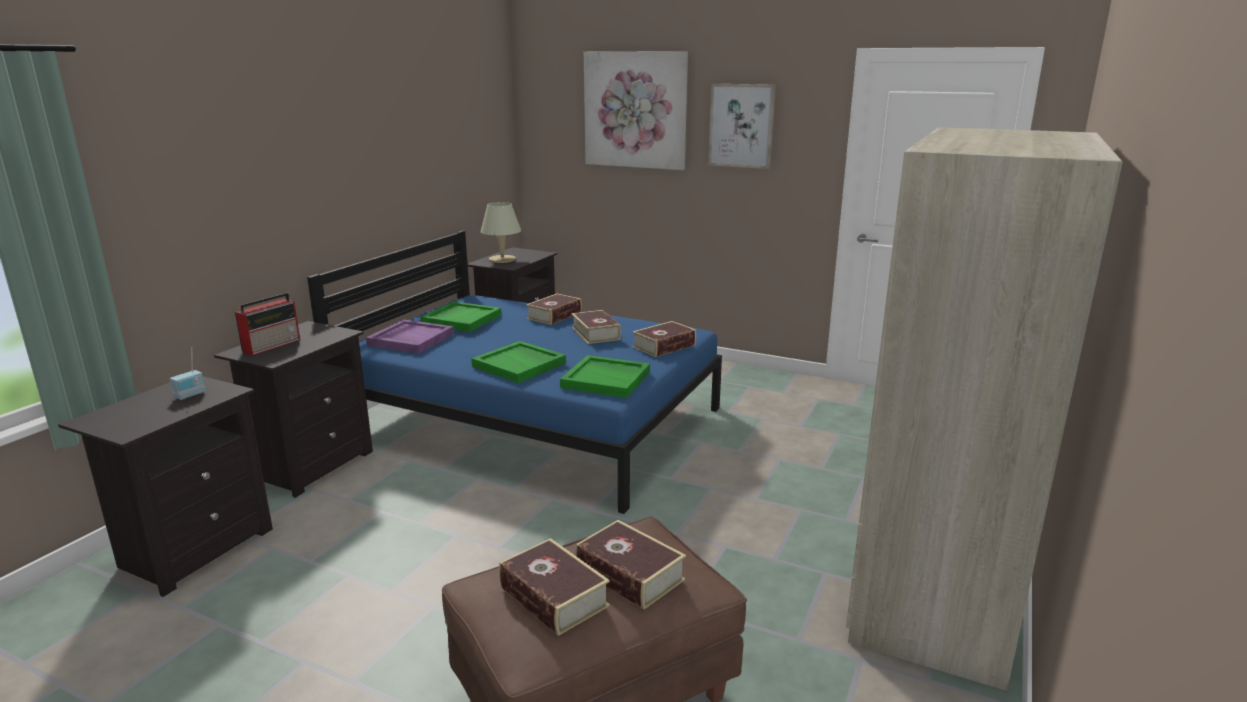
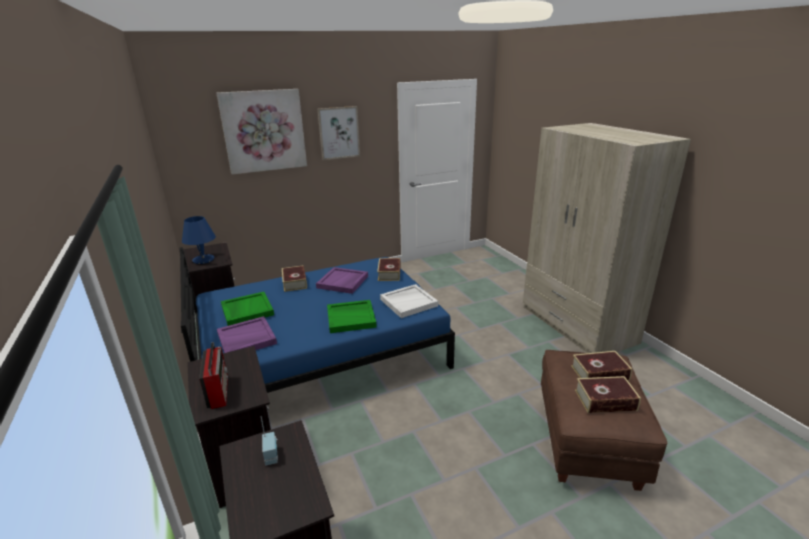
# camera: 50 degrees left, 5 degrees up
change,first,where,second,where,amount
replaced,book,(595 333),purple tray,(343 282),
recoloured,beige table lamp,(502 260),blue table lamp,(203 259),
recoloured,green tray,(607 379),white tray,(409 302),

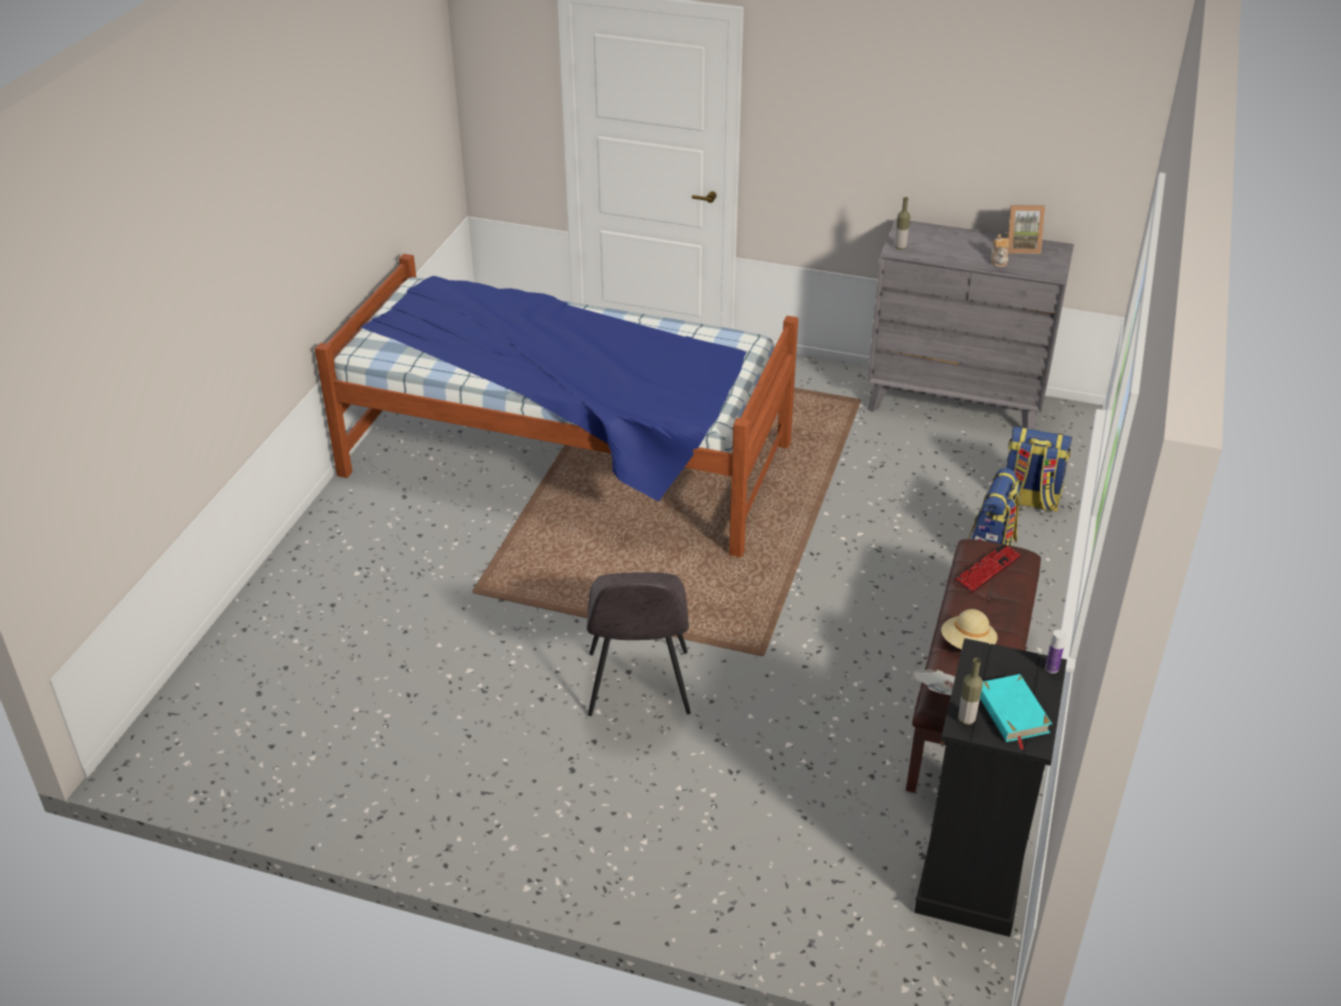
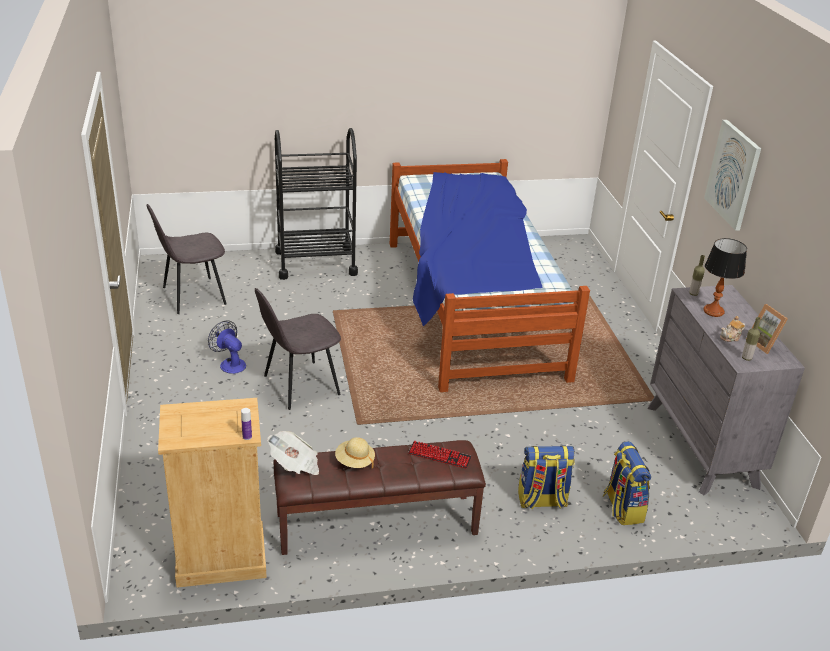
# camera: 60 degrees right, 5 degrees down
change,first,where,second,where,amount
removed,turquoise book,(1011 712),,,
added,,,grey chair,(192 296),
added,,,fan,(230 363),
added,,,black cart,(316 263),
added,,,table lamp,(713 311),
added,,,picture,(733 174),
moved,bottle,(966 719),,(746 358),
recoloured,black dresser,(971 875),beige dresser,(220 558),

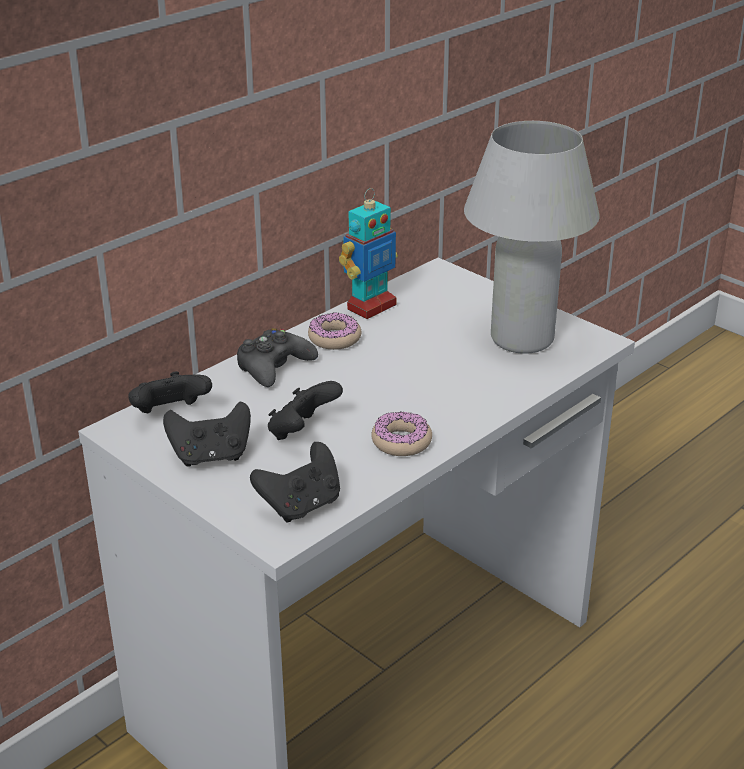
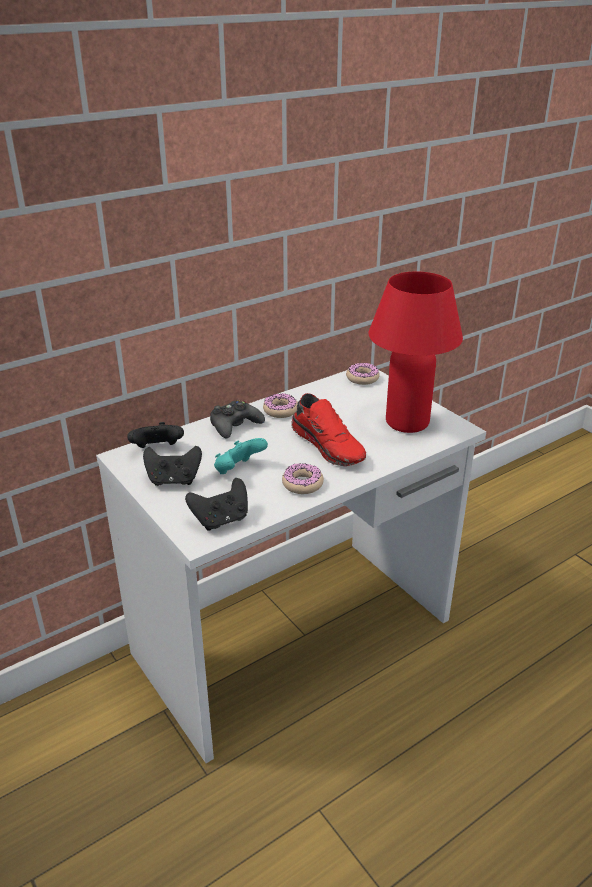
# camera: 10 degrees right, 0 degrees up
change,first,where,second,where,amount
removed,toy robot,(370 307),,,
added,,,red shoe,(329 445),
added,,,donut,(362 378),
recoloured,black game controller,(302 432),turquoise game controller,(238 470),
recoloured,white table lamp,(522 339),red table lamp,(407 422),

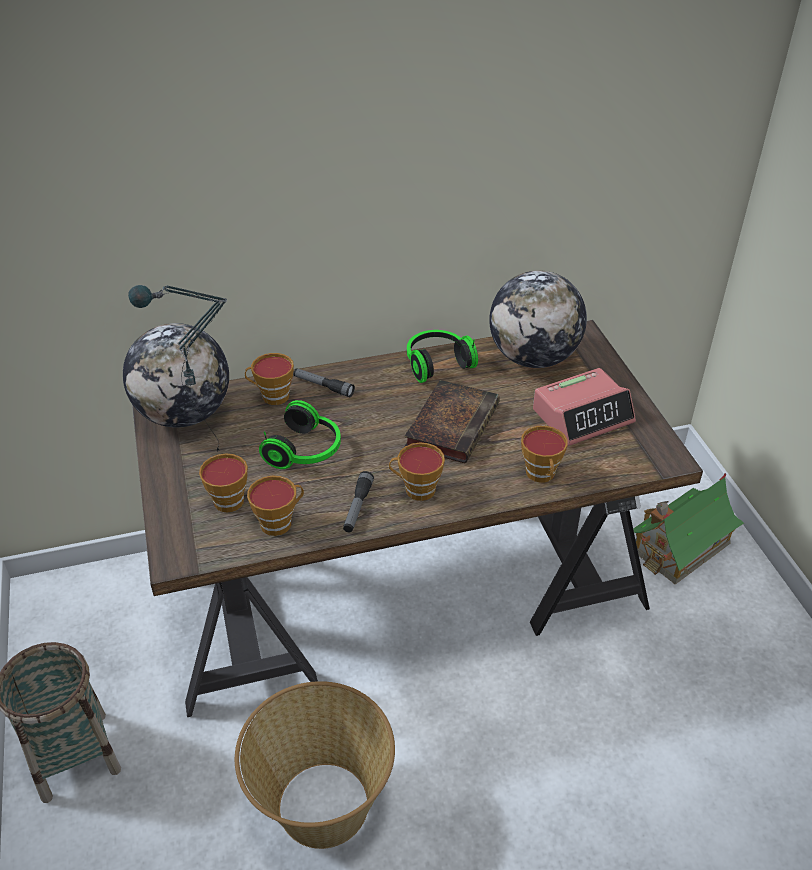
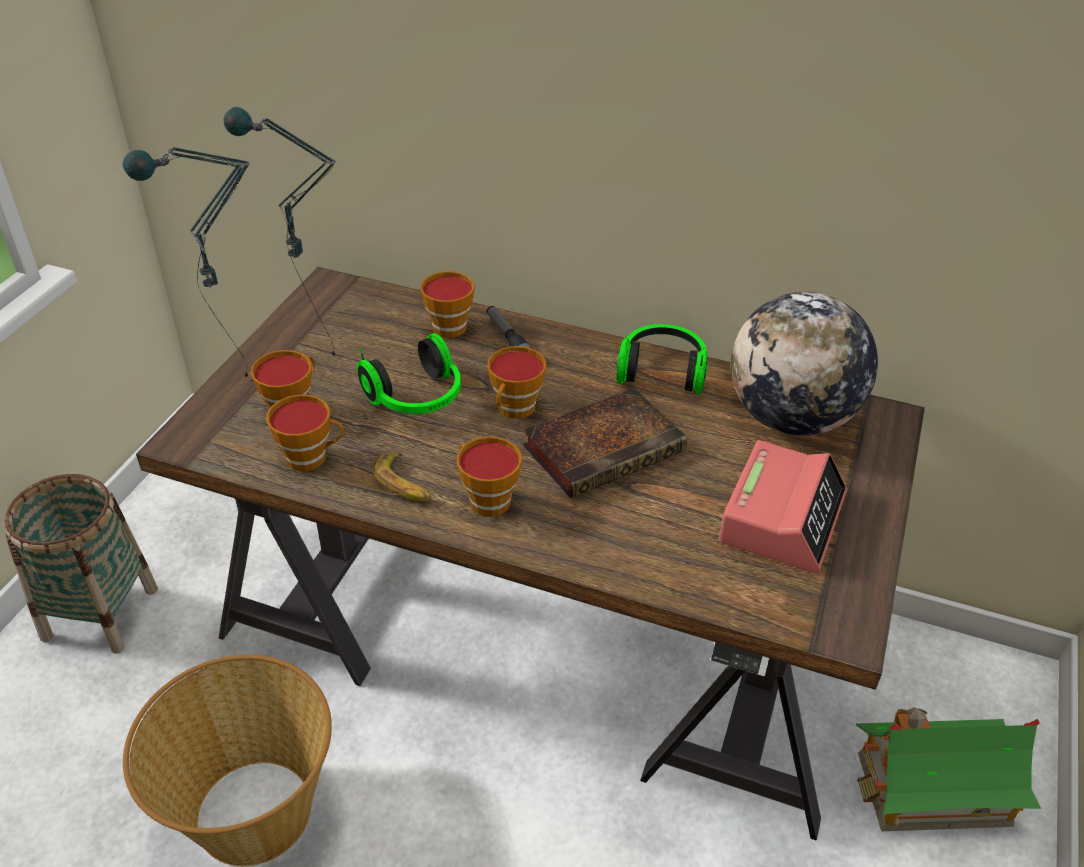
# camera: 35 degrees right, 0 degrees up
change,first,where,second,where,amount
removed,globe,(184 415),,,
added,,,table lamp,(238 390),
moved,cup,(542 475),,(515 409),
replaced,flashlight,(357 507),banana,(404 484),
turned,alarm clock,(583 416),,(782 517),75 degrees counterclockwise

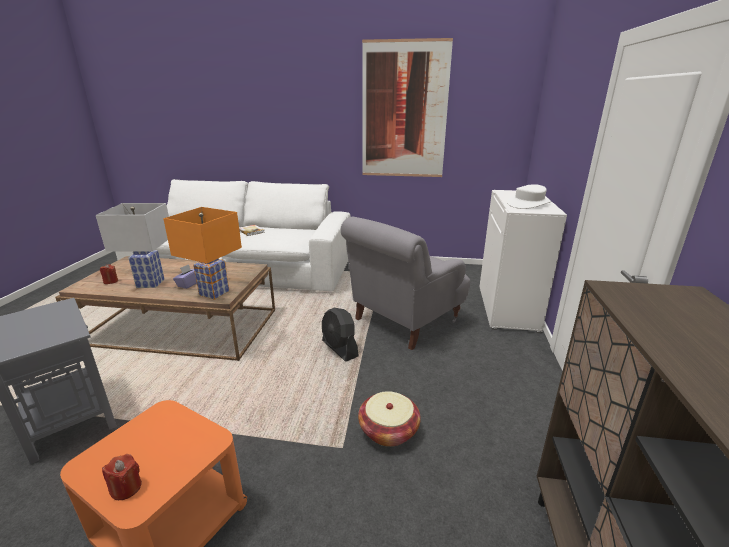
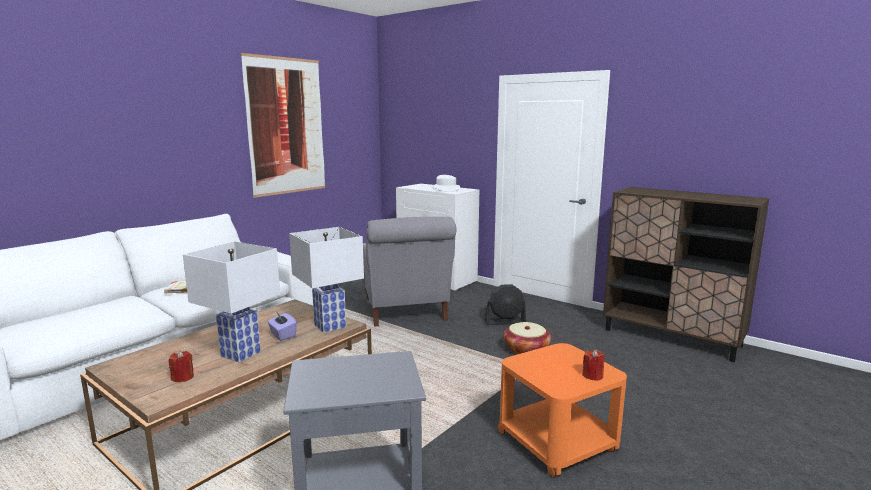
# camera: 60 degrees left, 10 degrees down
change,first,where,second,where,amount
moved,black fan,(339 349),,(505 322),
recoloured,orange table lamp,(214 293),white table lamp,(329 326),

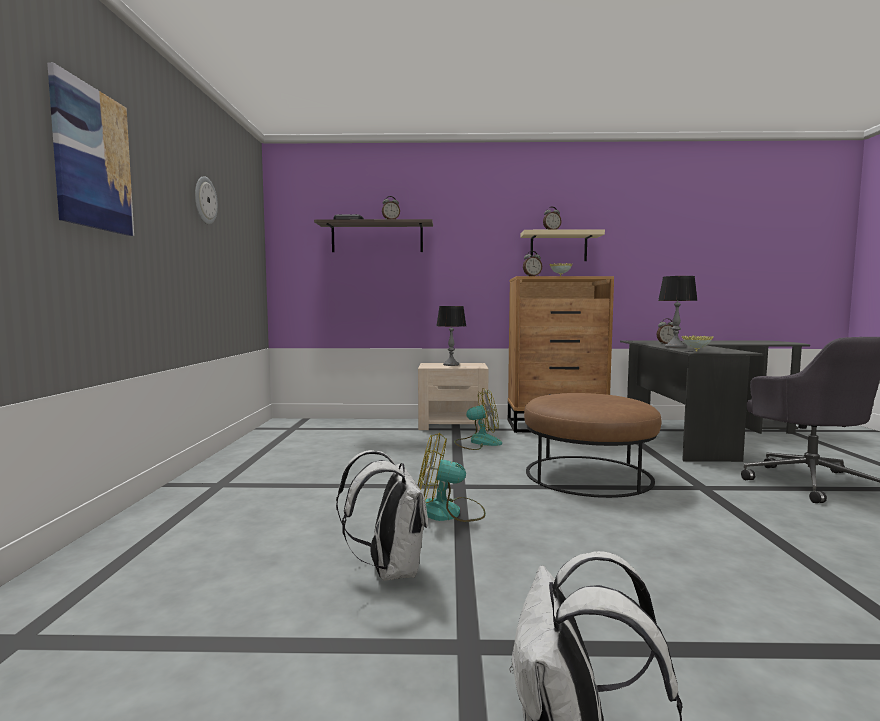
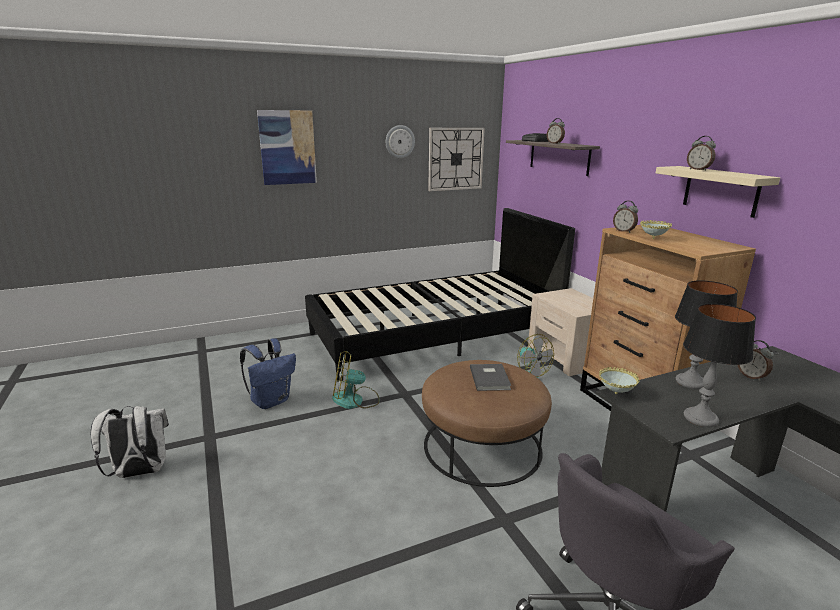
# camera: 65 degrees right, 15 degrees up
change,first,where,second,where,amount
added,,,black bed,(434 336),
added,,,wall clock,(455 159),
added,,,grey book,(490 378),
moved,table lamp,(451 365),,(701 418),
recoloured,white backpack,(389 570),blue backpack,(271 401),
turned,fan,(449 512),,(355 400),75 degrees counterclockwise

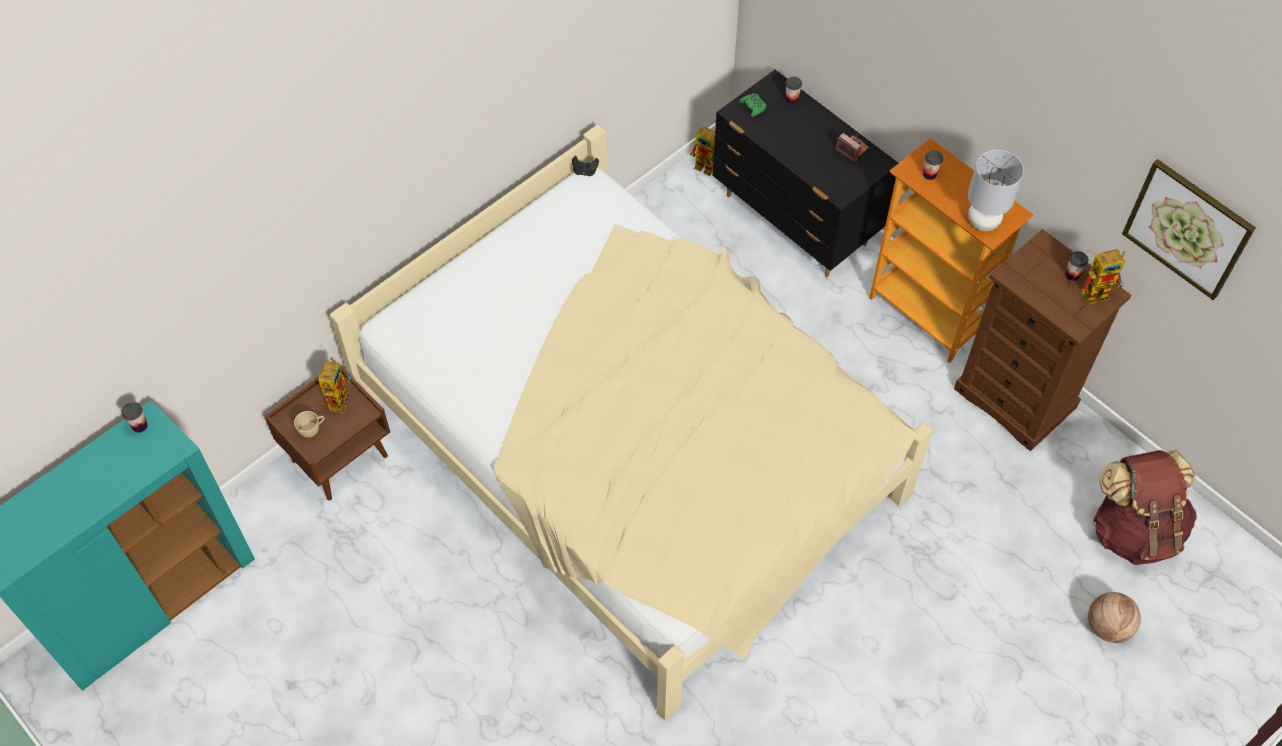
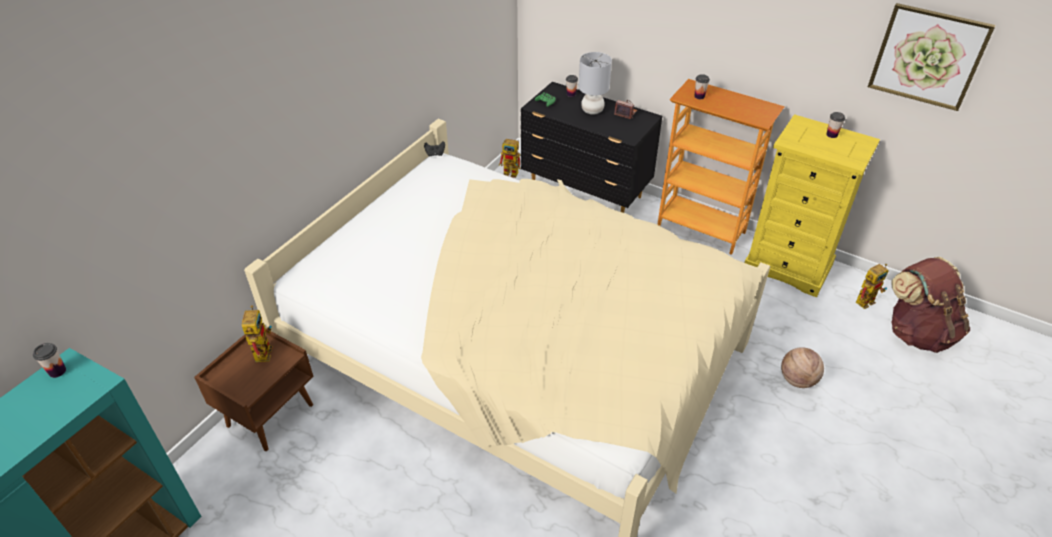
# camera: 15 degrees left, 15 degrees down
change,first,where,second,where,amount
removed,beige cup,(312 430),,,
moved,grey table lamp,(982 221),,(592 111),
moved,toy robot,(1099 292),,(866 299),
moved,basketball,(1107 626),,(797 380),
recoloured,brown dresser,(1015 398),yellow dresser,(788 266),

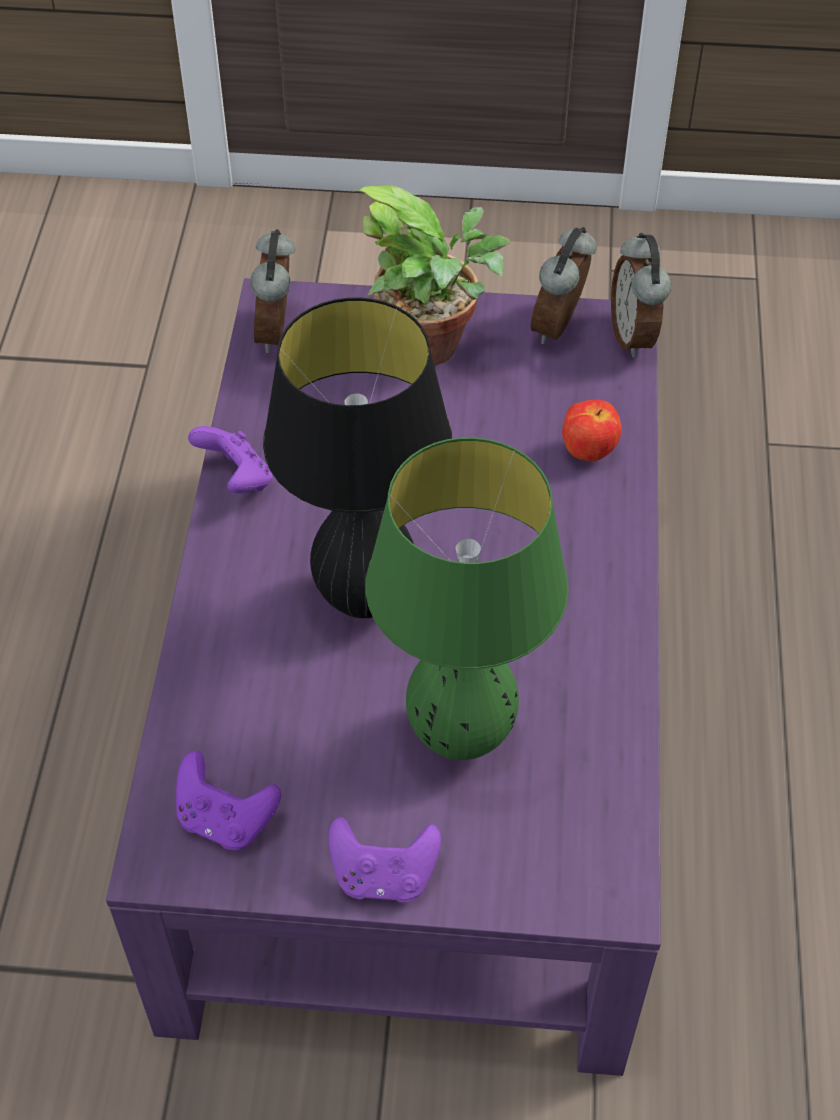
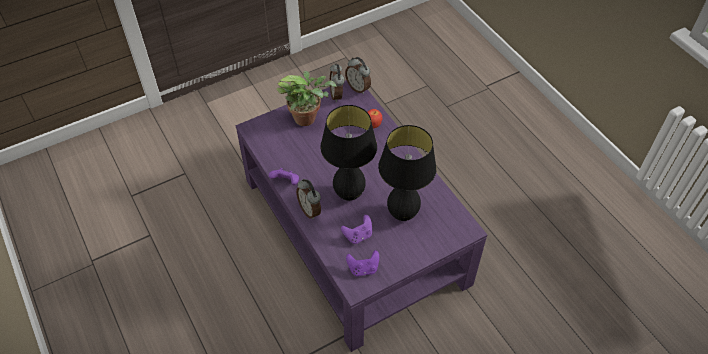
# camera: 35 degrees left, 0 degrees up
change,first,where,second,where,amount
moved,alarm clock,(278 332),,(310 210),
moved,purple game controller,(383 876),,(358 235),
recoloured,green table lamp,(461 737),black table lamp,(403 214),

